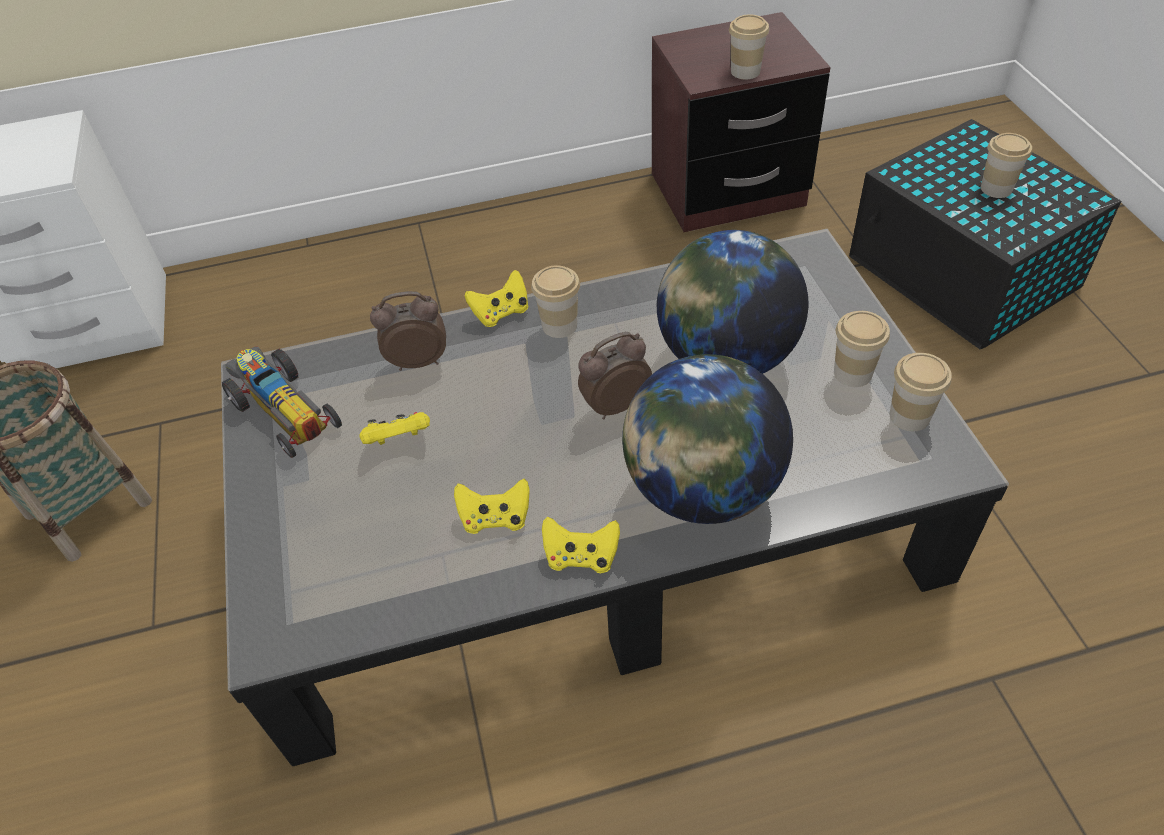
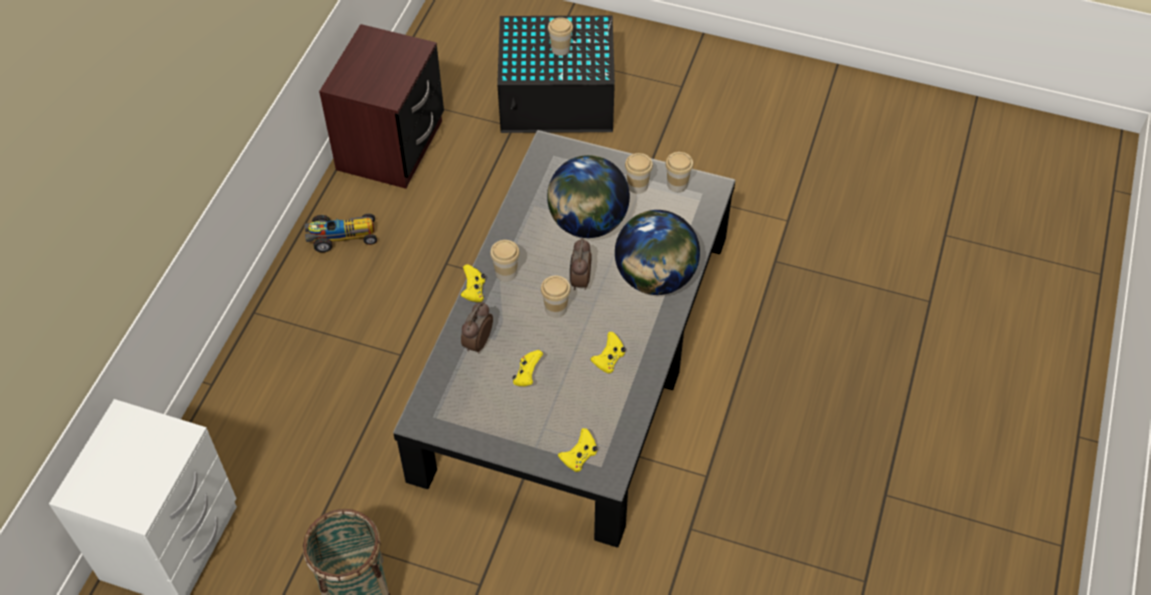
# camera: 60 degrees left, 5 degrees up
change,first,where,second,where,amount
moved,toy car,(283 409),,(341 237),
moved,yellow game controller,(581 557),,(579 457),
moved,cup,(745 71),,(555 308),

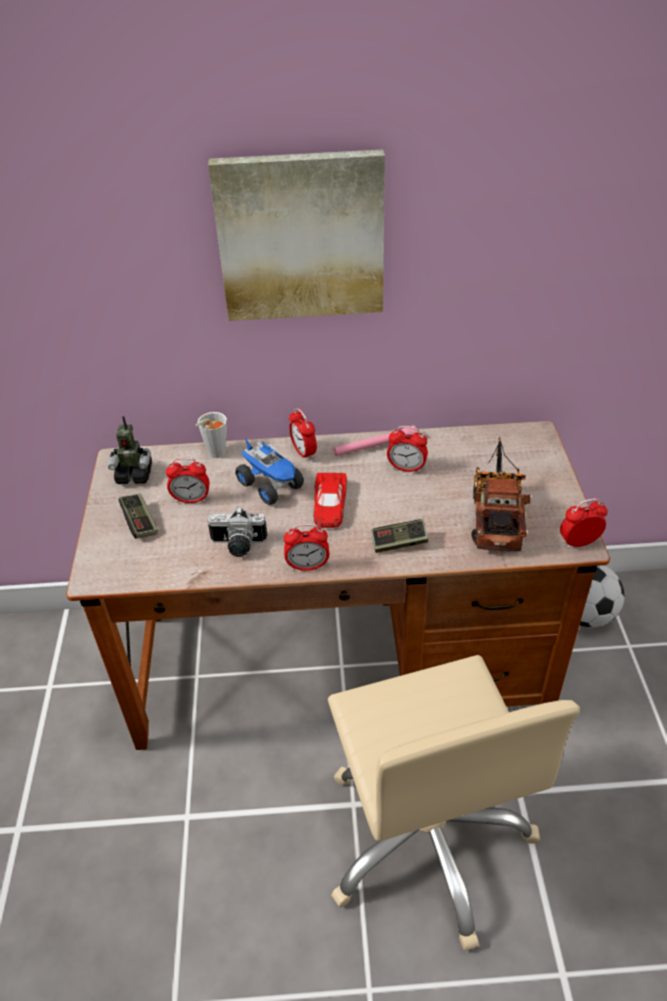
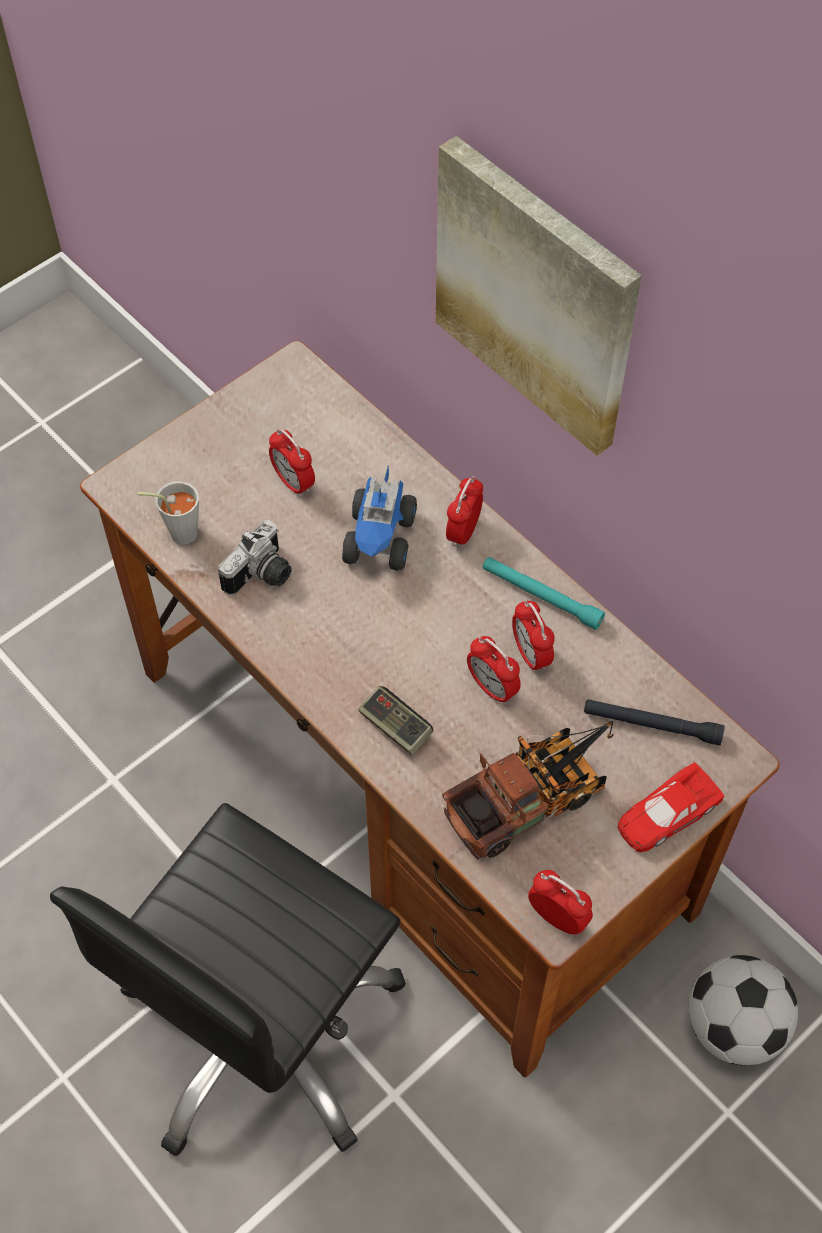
# camera: 50 degrees right, 15 degrees up
change,first,where,second,where,amount
removed,toy robot,(134 474),,,
removed,game controller,(140 522),,,
added,,,black flashlight,(651 725),
moved,grey cup,(213 454),,(177 533),
moved,alarm clock,(307 566),,(492 688),
moved,red toy car,(329 504),,(666 813),
recoloured,beige office chair,(427 837),black office chair,(263 1029),
recoloured,pink flashlight,(375 446),turquoise flashlight,(541 596),
turned,photo camera,(237 546),,(262 576),105 degrees counterclockwise

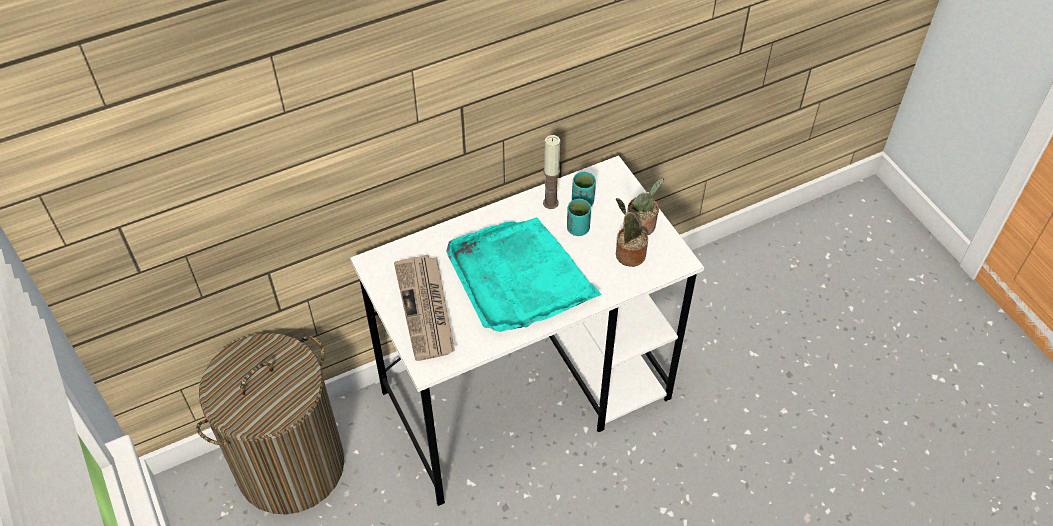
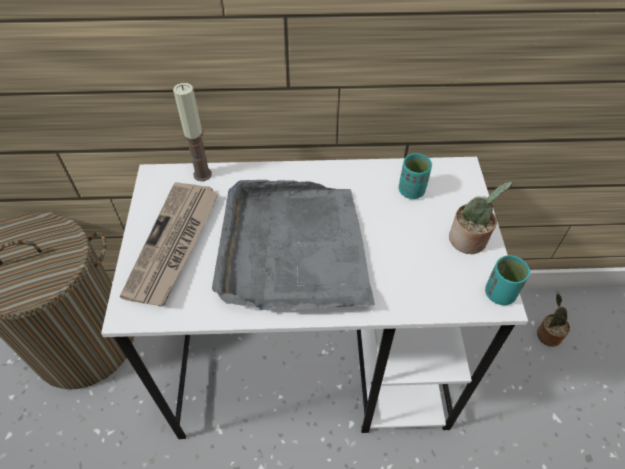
# camera: 25 degrees right, 0 degrees up
change,first,where,second,where,amount
moved,candle,(550 203),,(202 174),
moved,turquoise cup,(578 229),,(499 293),
moved,potted plant,(628 254),,(547 334),
recoloured,turquoise tray,(519 278),grey tray,(293 249),

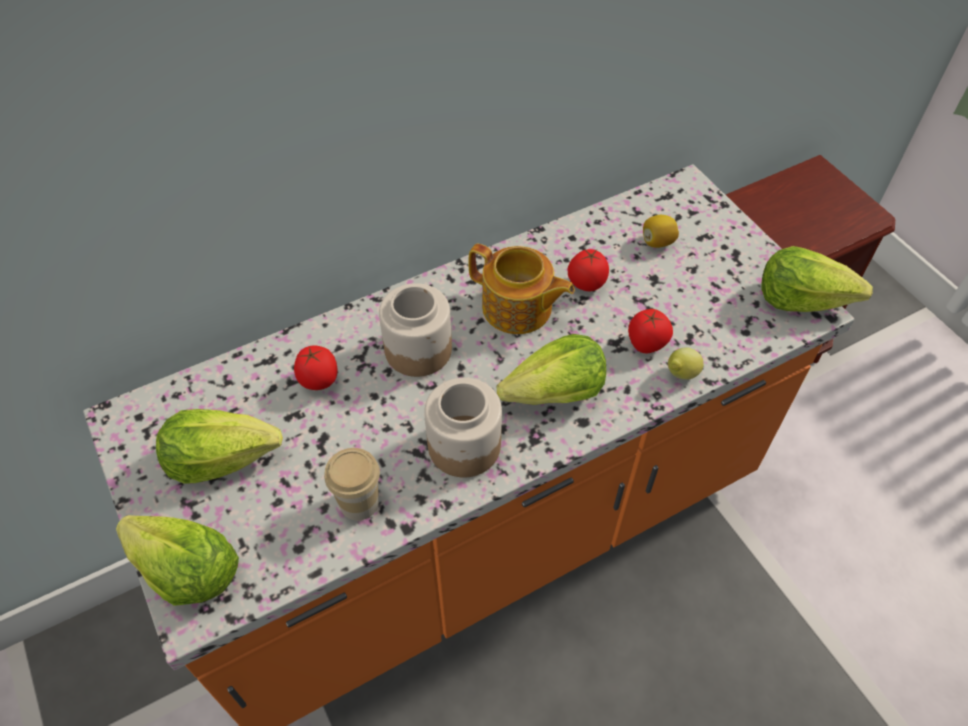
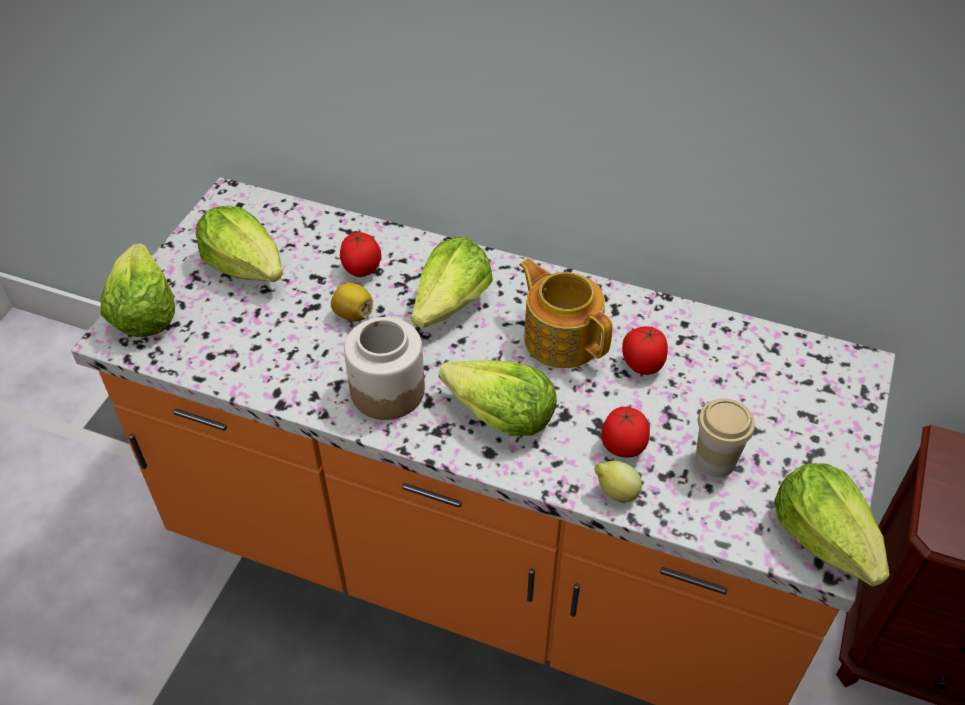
# camera: 50 degrees right, 5 degrees down
change,first,where,second,where,amount
moved,cup,(359 502),,(715 460),
moved,lemon,(657 242),,(353 314),
replaced,jar,(418 349),lettuce,(451 305),
turned,teapot,(518 309),,(561 338),150 degrees clockwise

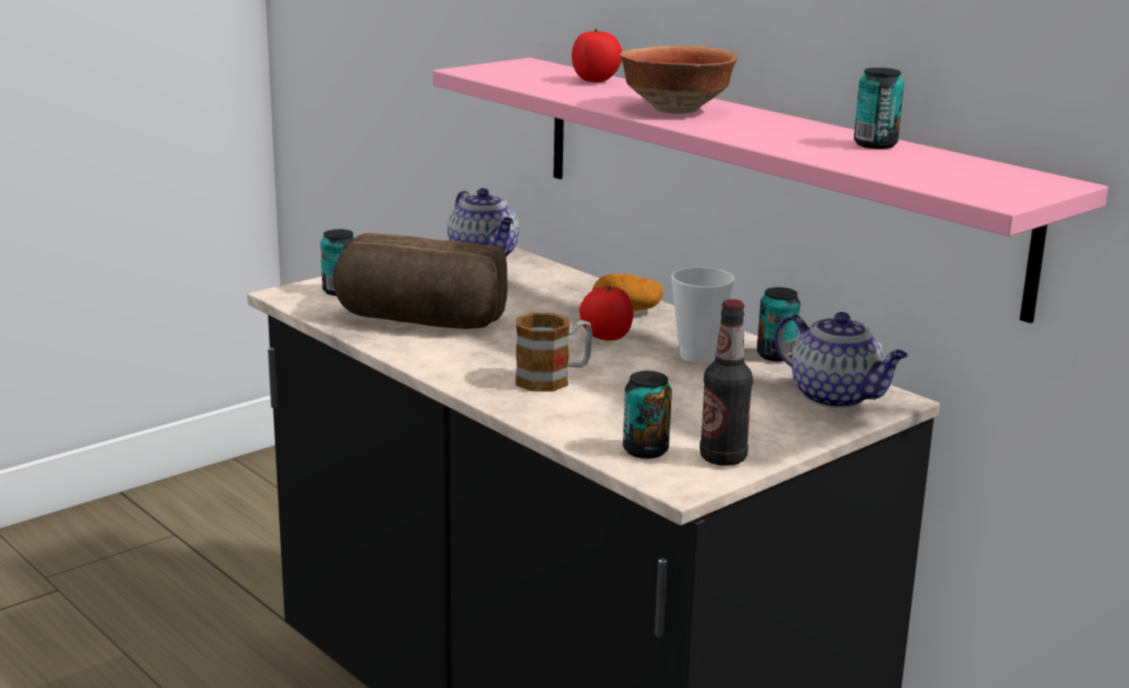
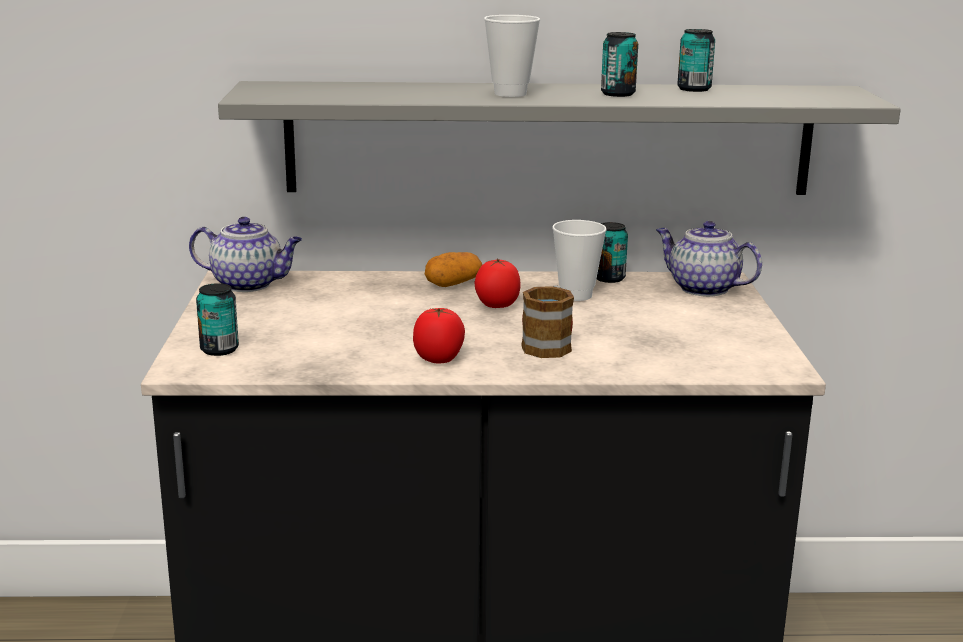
# camera: 50 degrees left, 0 degrees up
change,first,where,second,where,amount
removed,bread,(418 320),,,
removed,bottle,(723 458),,,
moved,tomato,(596 81),,(439 359),
moved,can,(645 450),,(618 94),
replaced,bowl,(674 110),cup,(510 94),
recoloured,pink shelf,(764 175),grey shelf,(549 138),
turned,teapot,(837 397),,(702 288),135 degrees counterclockwise

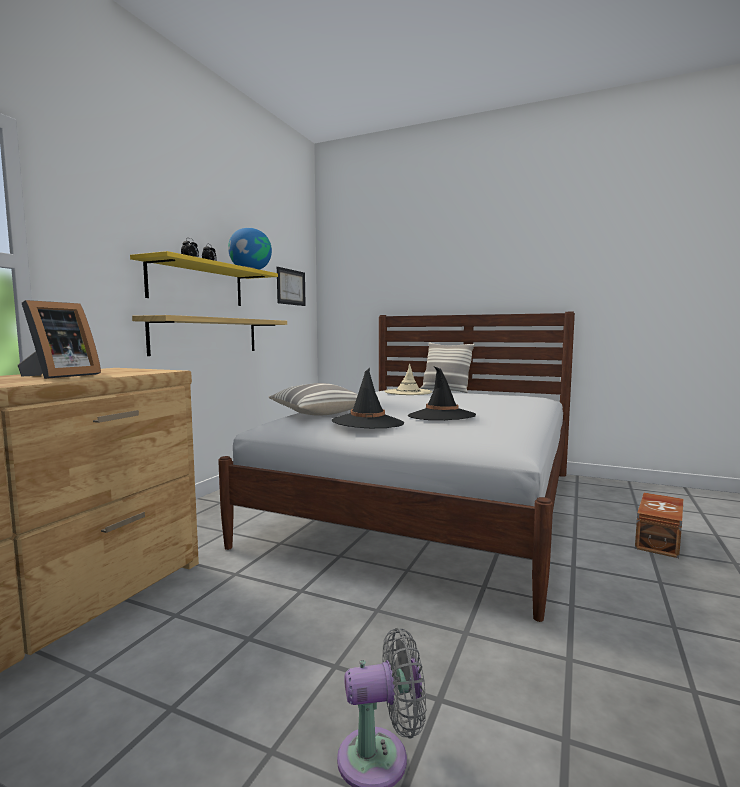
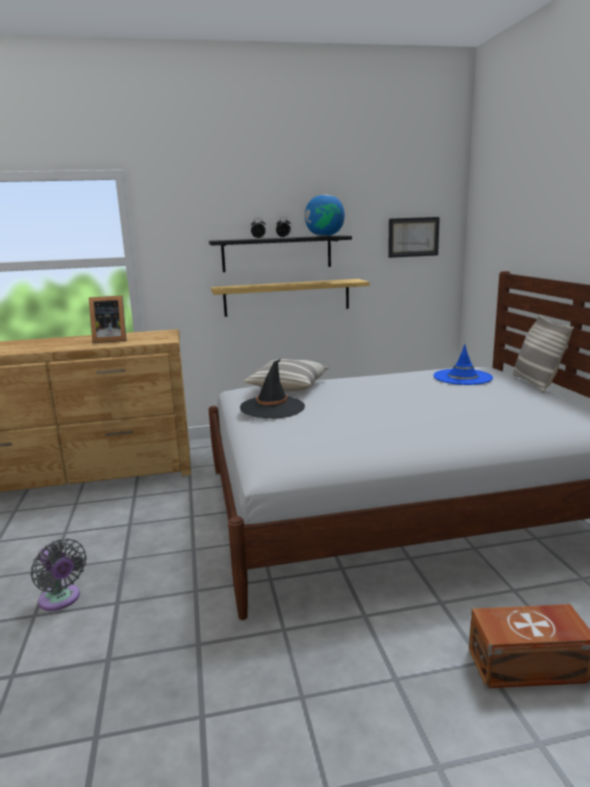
# camera: 55 degrees right, 10 degrees up
change,first,where,second,where,amount
removed,black hat,(441 416),,,
recoloured,yellow shelf,(197 284),black shelf,(277 253),
recoloured,beige hat,(408 392),blue hat,(462 377),

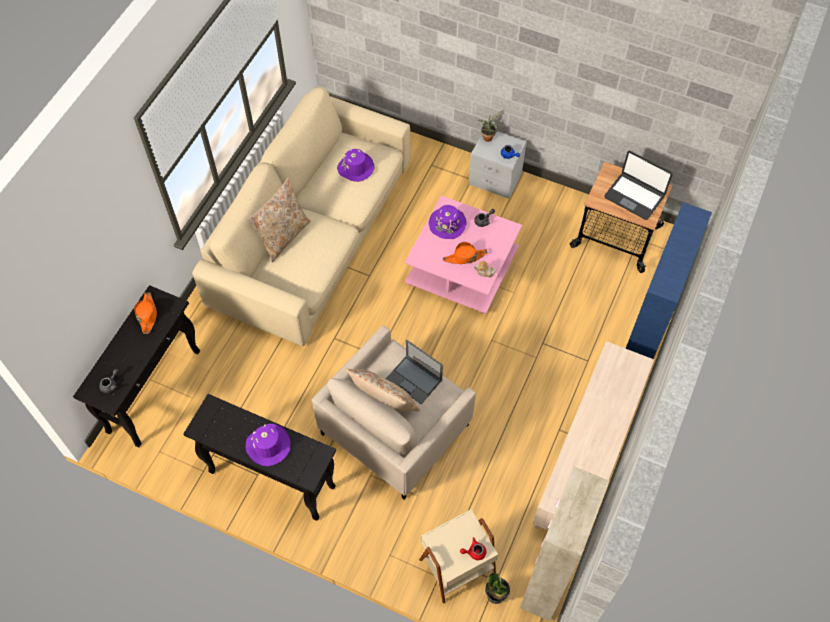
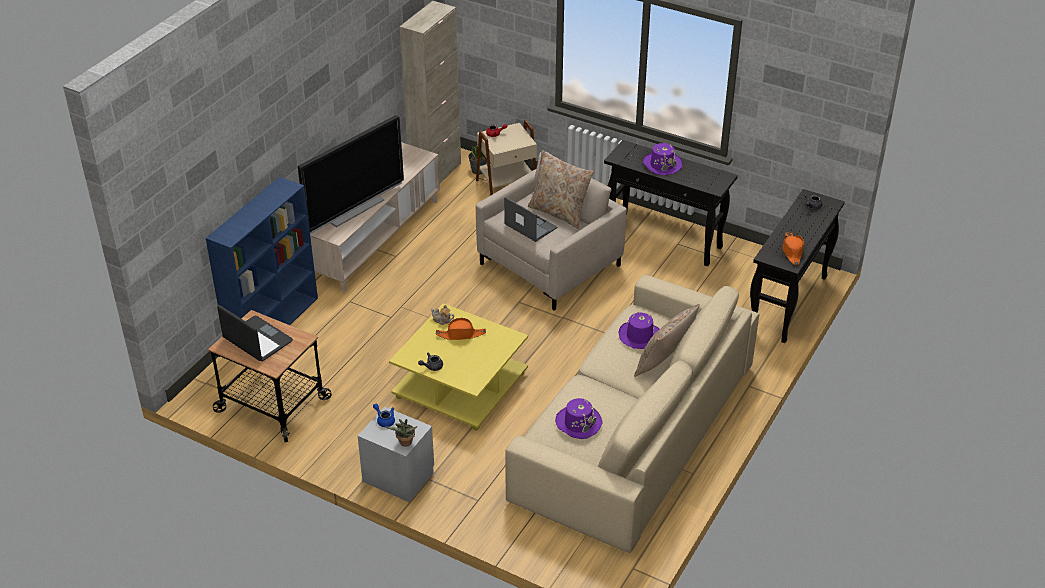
# camera: 175 degrees left, 20 degrees down
change,first,where,second,where,amount
added,,,television,(354 209),
moved,purple hat,(447 224),,(639 336),
recoloured,pink coffee table,(461 267),yellow coffee table,(461 387),

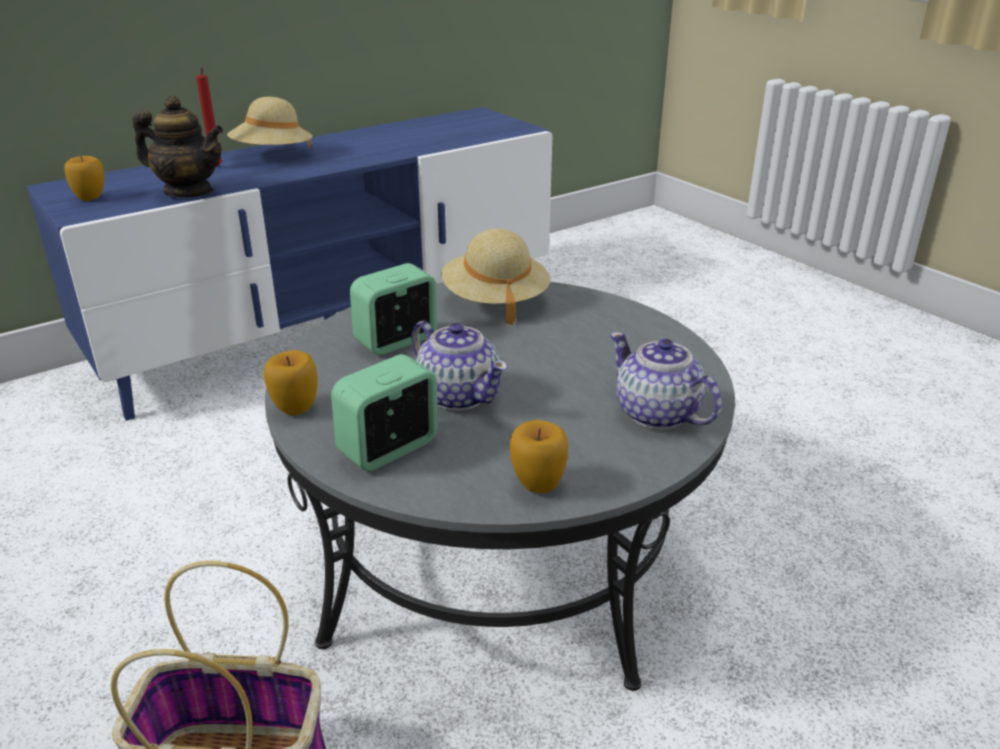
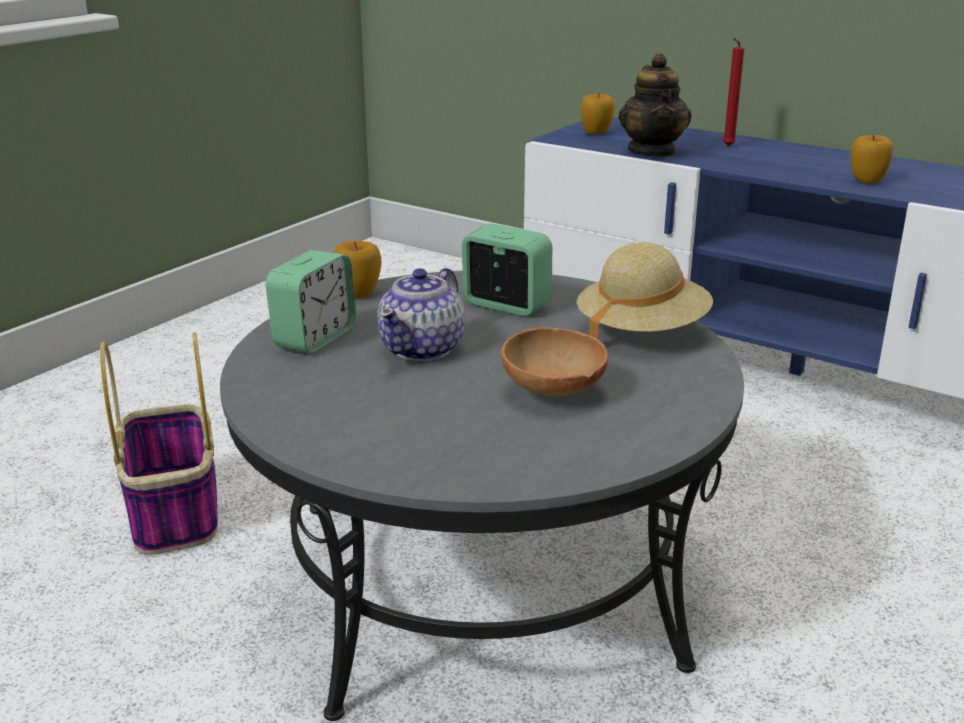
# camera: 70 degrees right, 5 degrees down
change,first,where,second,where,amount
removed,beige hat,(273 156),,,
removed,teapot,(657 414),,,
added,,,brown bowl,(552 393),
moved,apple,(537 484),,(867 181),
turned,alarm clock,(389 449),,(315 338),90 degrees clockwise

